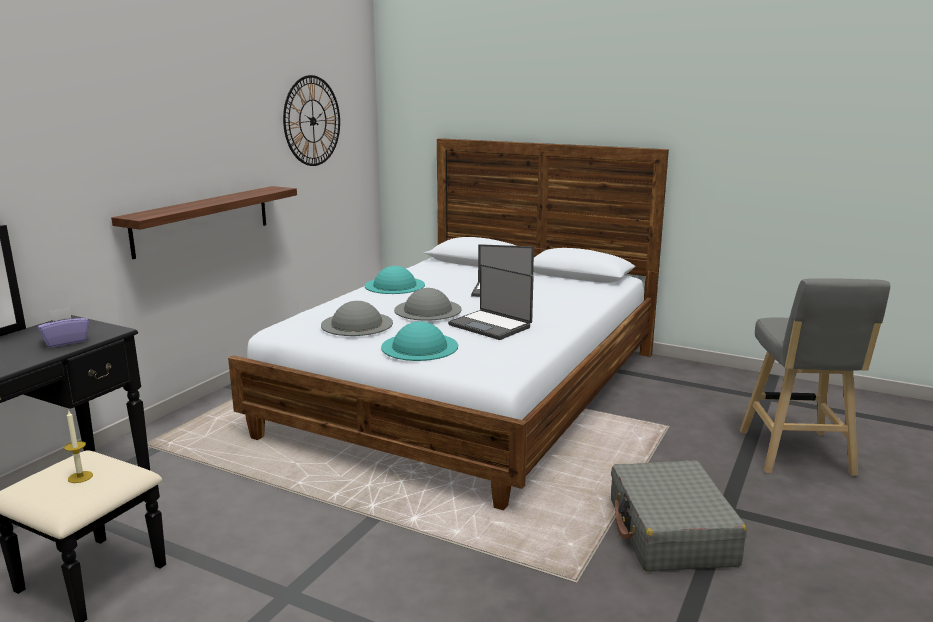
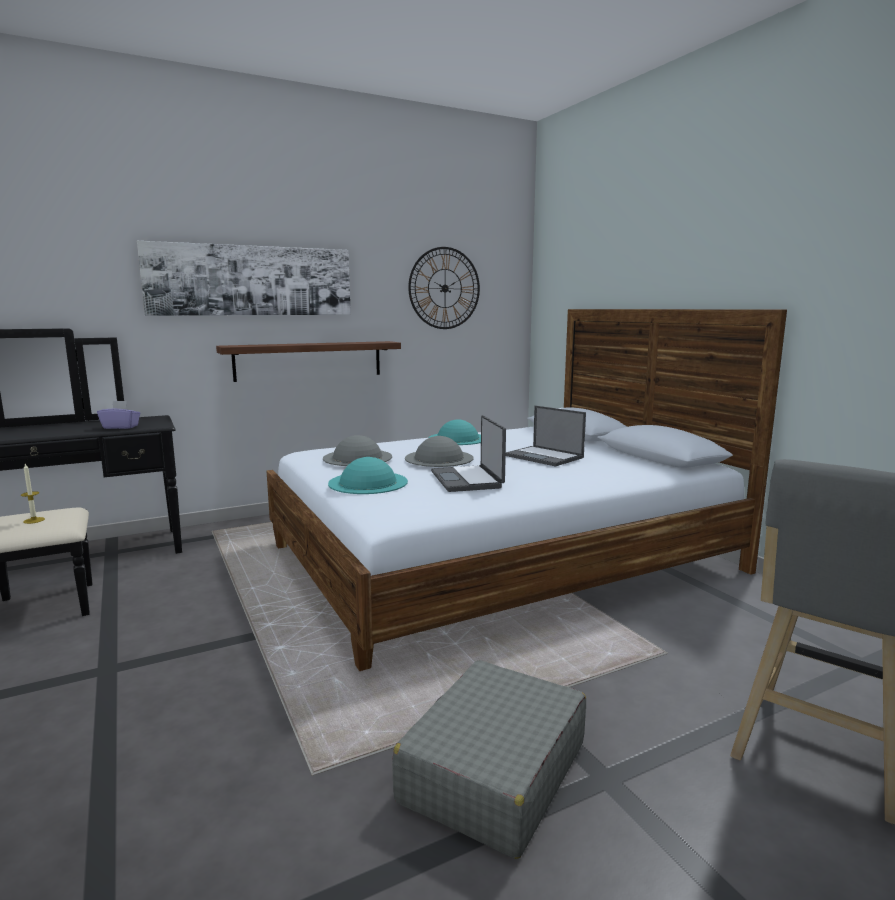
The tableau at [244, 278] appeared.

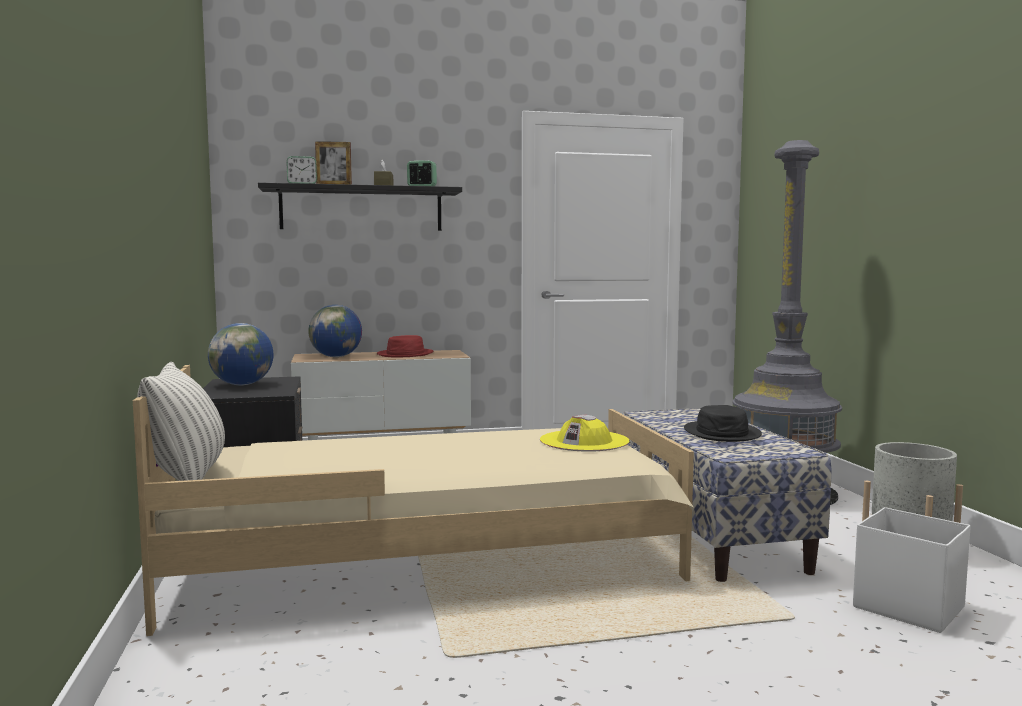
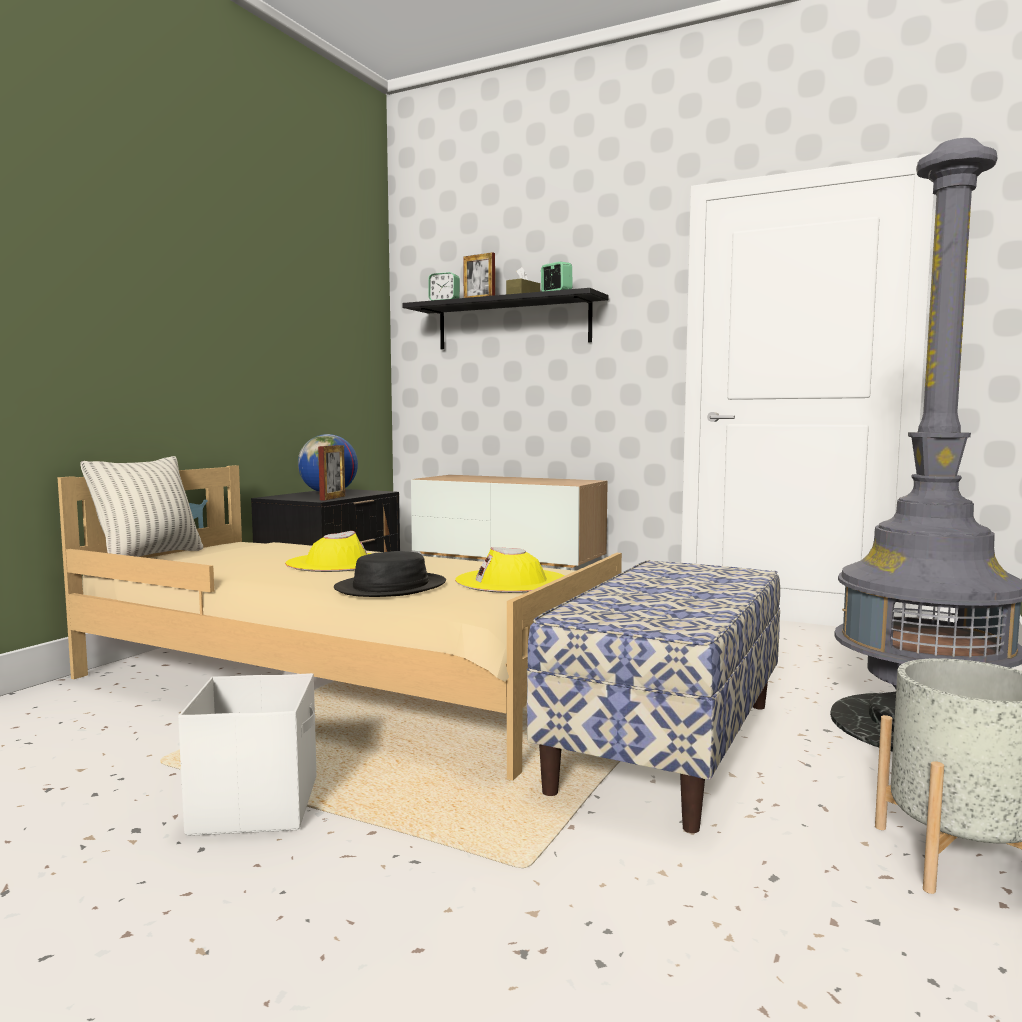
The globe at [335, 331] disappeared.
The chapeau (rouge) at [405, 346] disappeared.
The chapeau (jaune) at [328, 551] appeared.
The cadre photo at [331, 472] appeared.
The chapeau (noir) moved from [723, 423] to [390, 574].
The boîte de rangement (blanc) moved from [912, 570] to [247, 754].

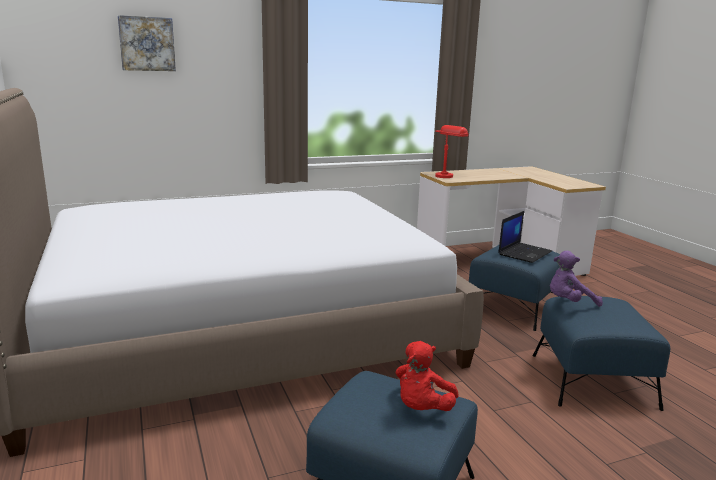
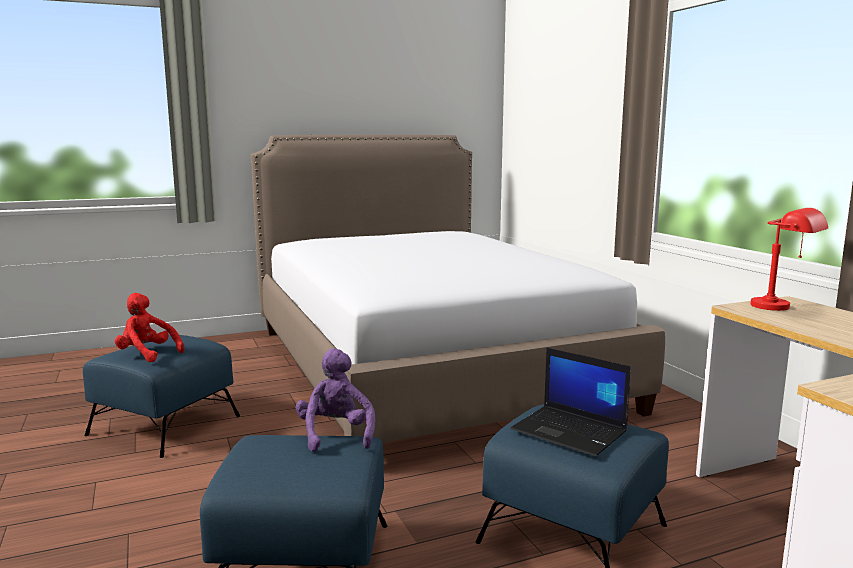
The tableau at [147, 43] disappeared.

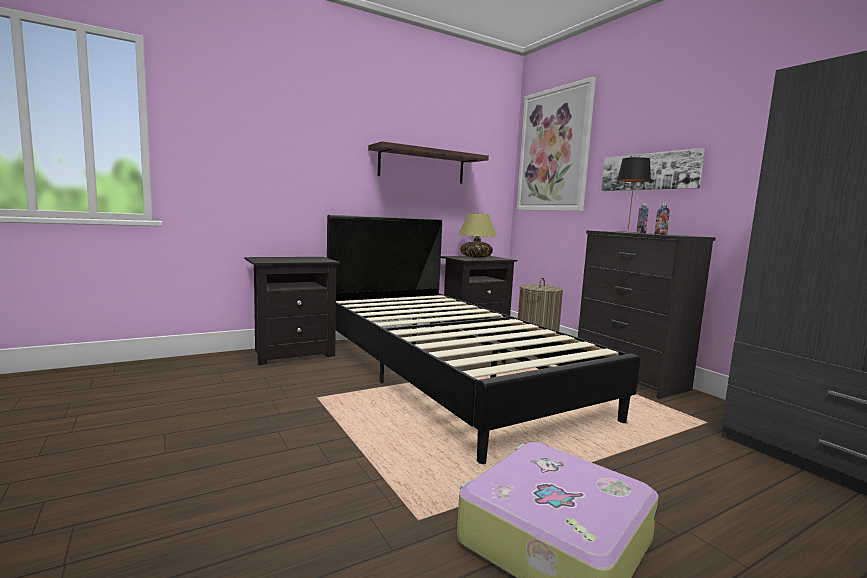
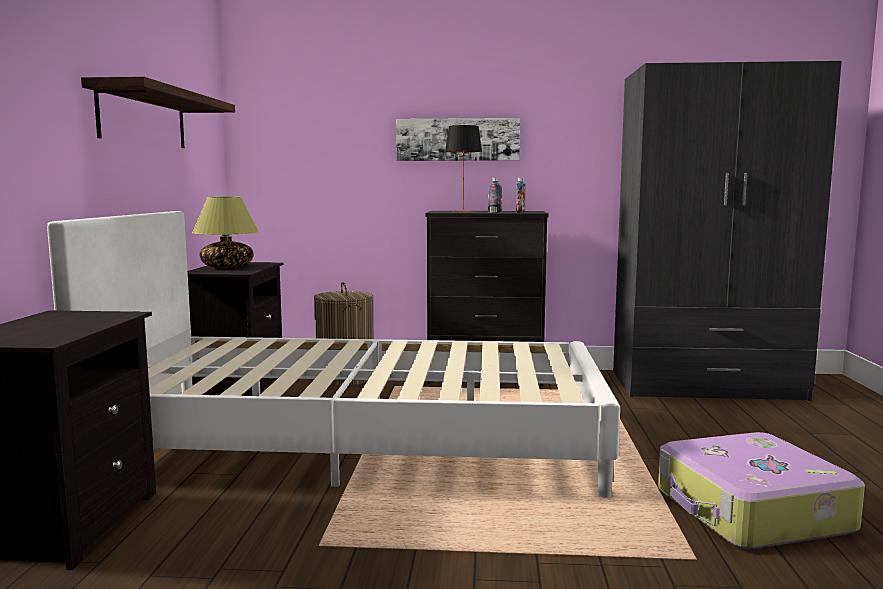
The tableau at [556, 144] disappeared.
The lit (noir) at [483, 339] became the lit (blanc) at [333, 354].

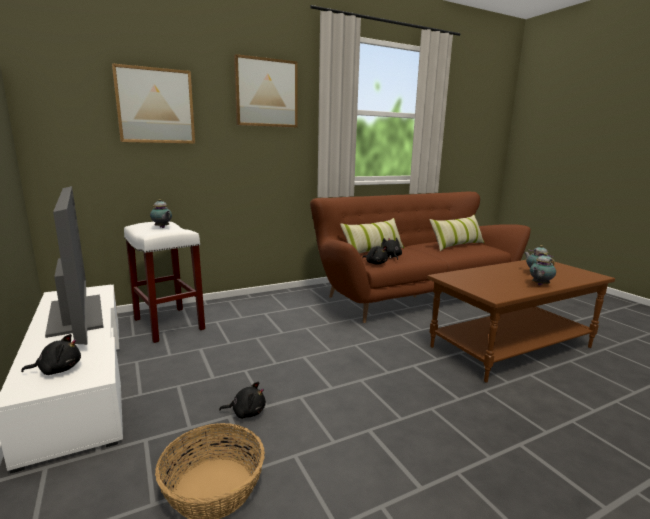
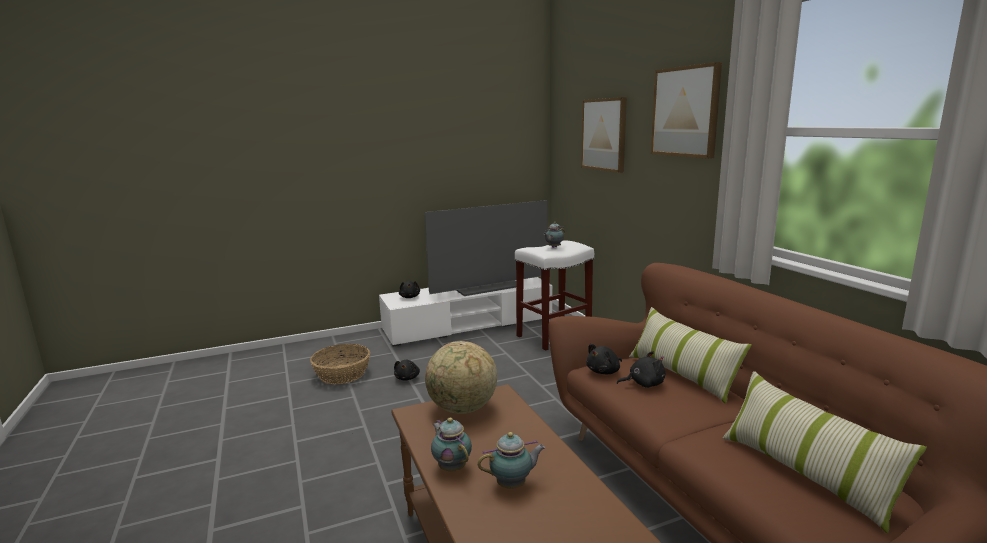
The globe at [461, 377] appeared.

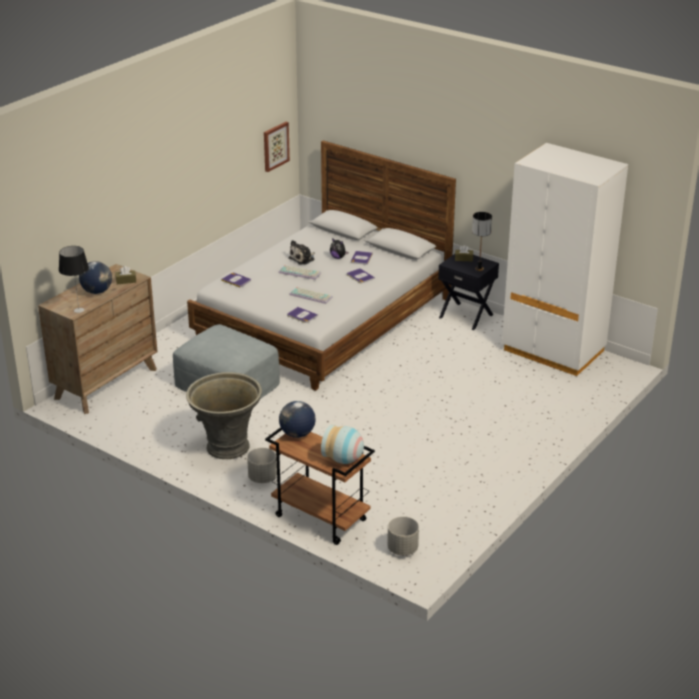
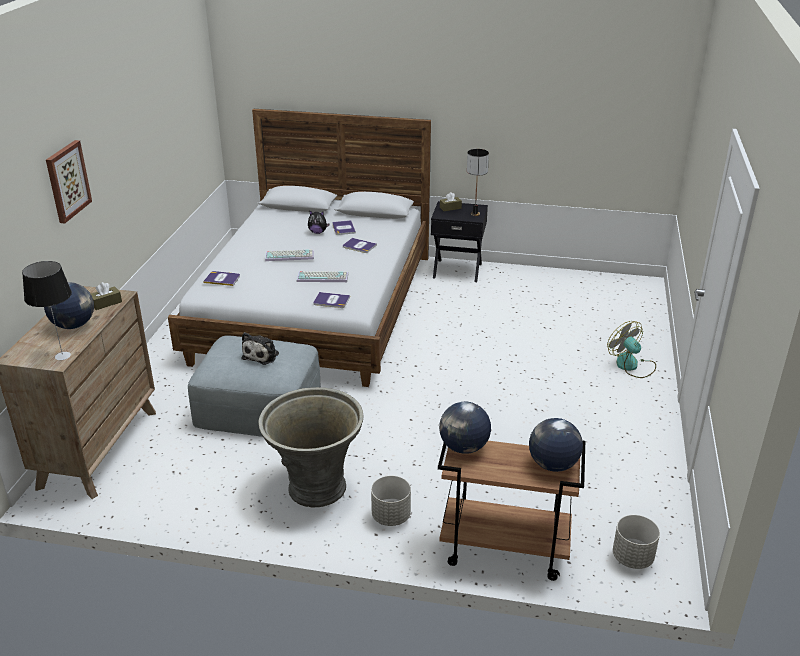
The armoire (blanc) at [565, 259] disappeared.
The ventilateur at [631, 349] appeared.
The tableau moved from [277, 147] to [69, 181].
The peluche moved from [301, 252] to [260, 348].
The vase at [342, 444] was replaced by the globe at [556, 445].

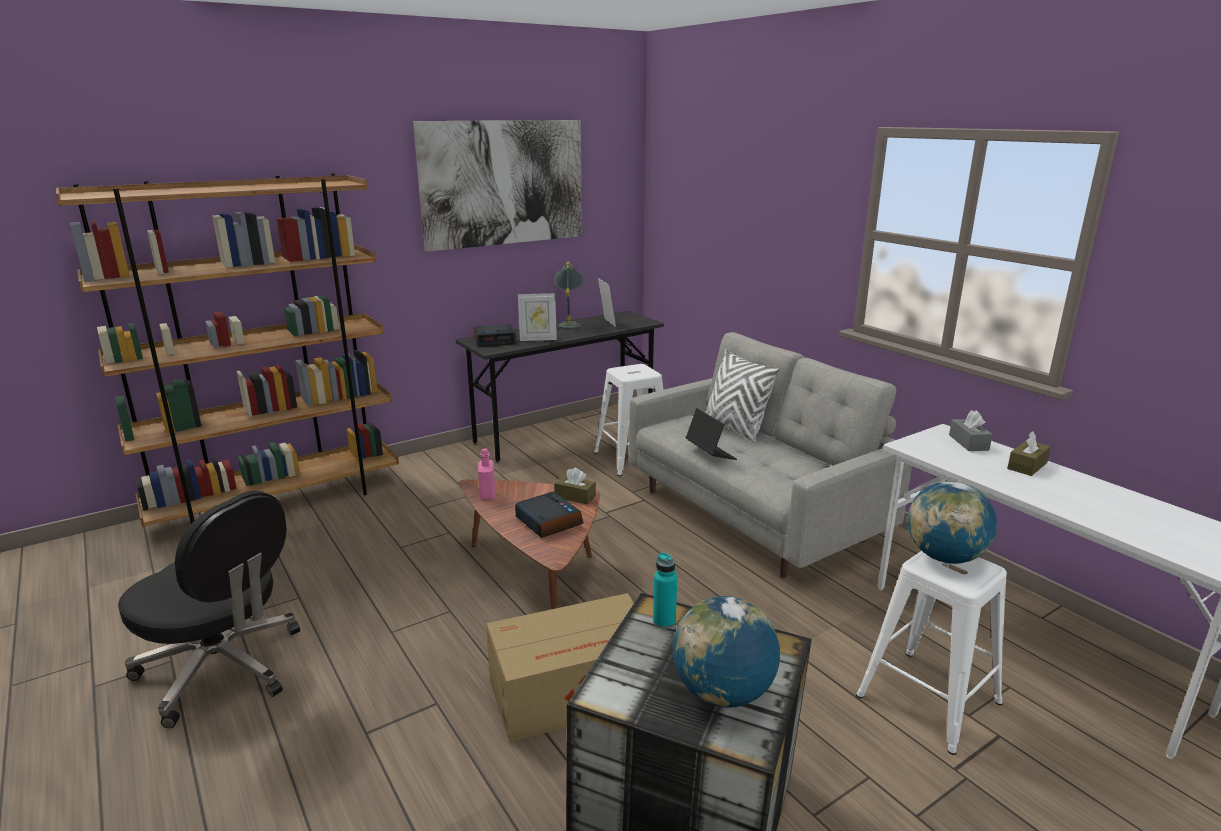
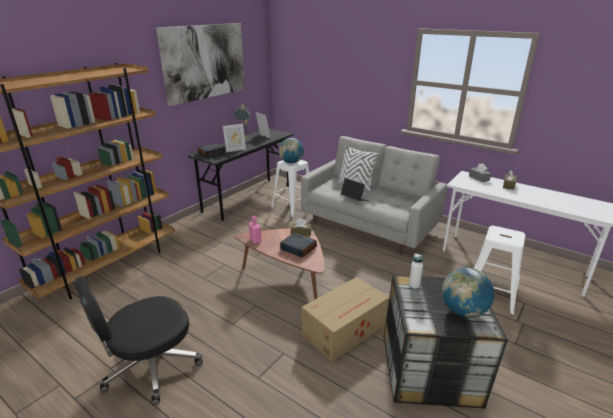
The globe moved from [952, 522] to [291, 151].
The bouteille (turquoise) at [665, 590] became the bouteille (blanc) at [416, 271].
The chaise de bureau (noir) at [209, 609] turned 135 degrees clockwise.

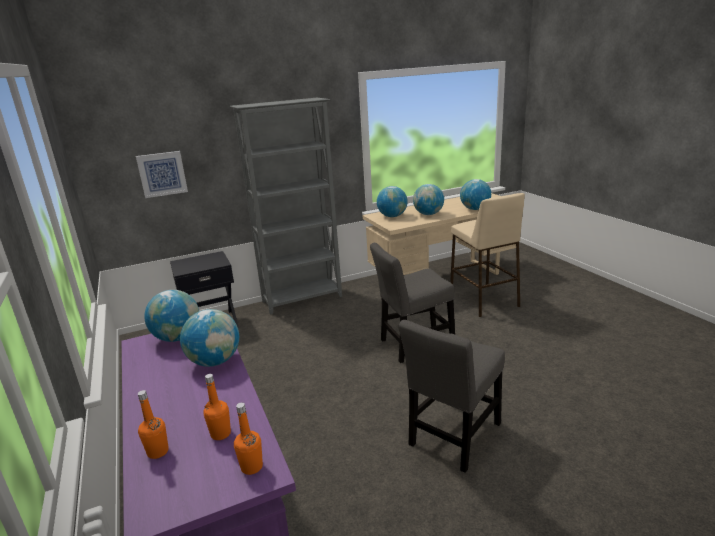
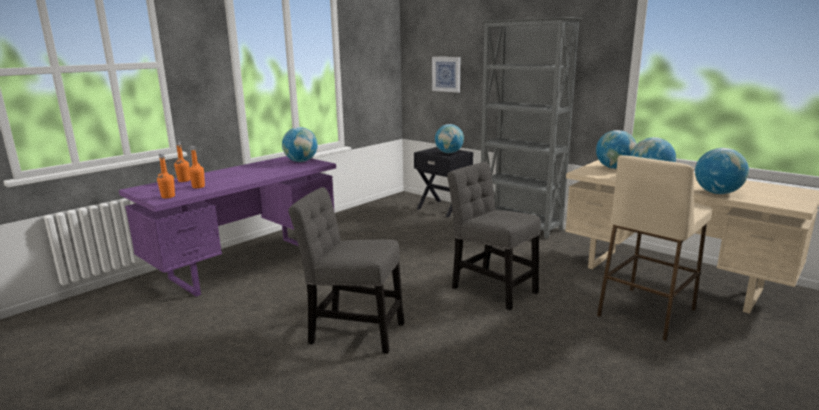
The globe moved from [209, 338] to [449, 138].

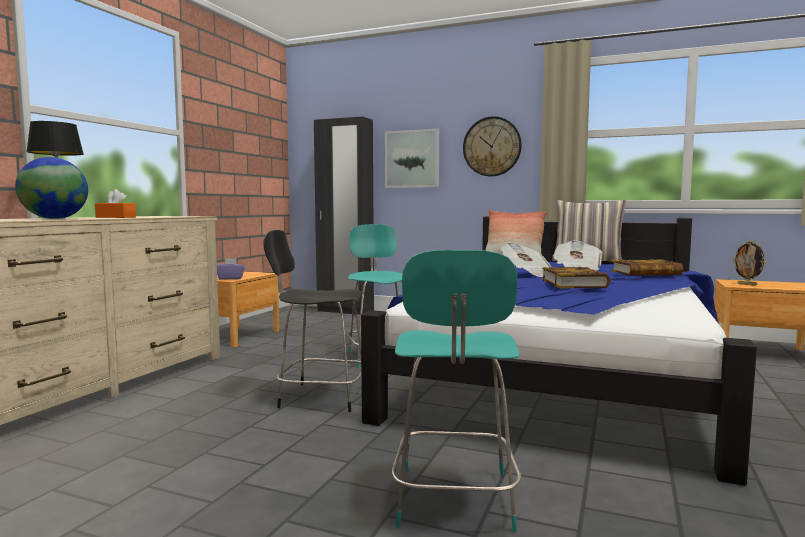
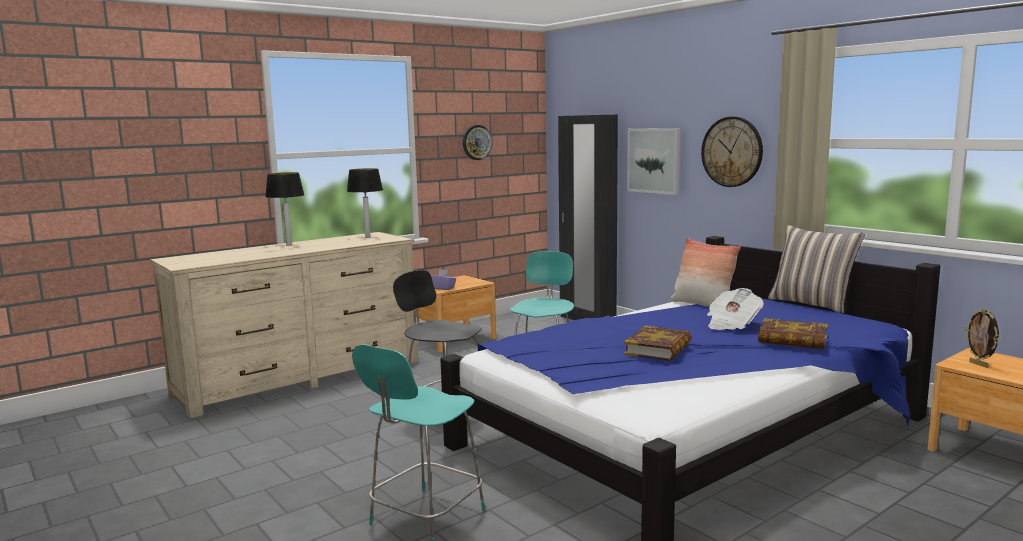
The globe at [51, 188] disappeared.
The boîte à mouchoirs (orange) at [115, 203] disappeared.
The journal at [526, 259] disappeared.
The lampe de table at [365, 203] appeared.
The horloge murale at [478, 142] appeared.

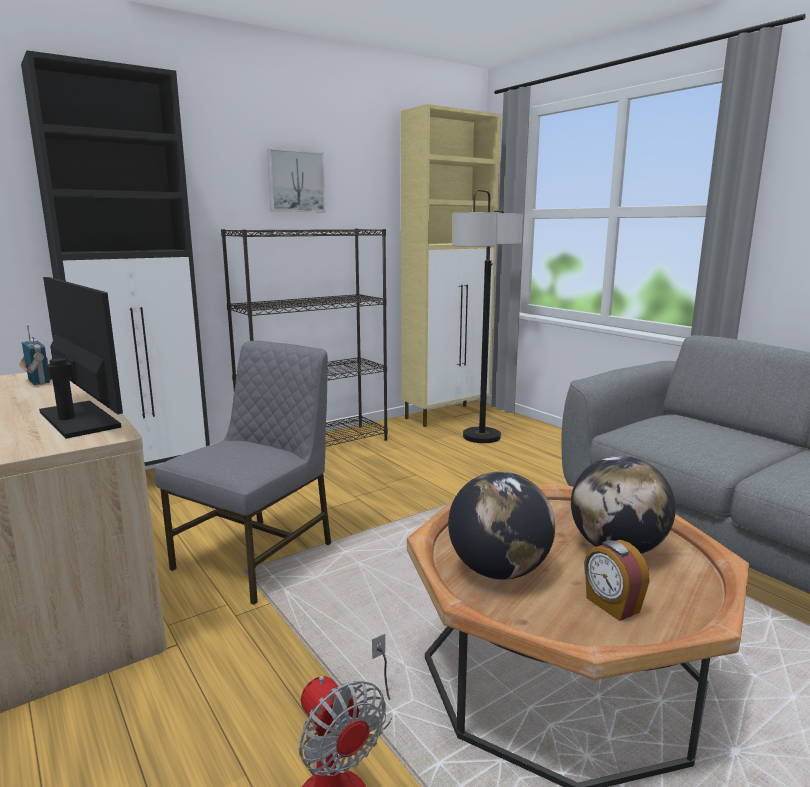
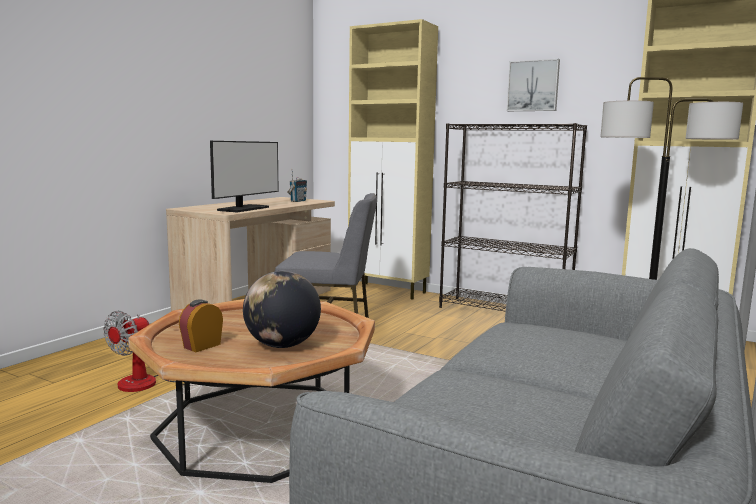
The globe at [501, 525] disappeared.
The meuble de rangement (noir) at [115, 258] became the meuble de rangement (beige) at [393, 159].

